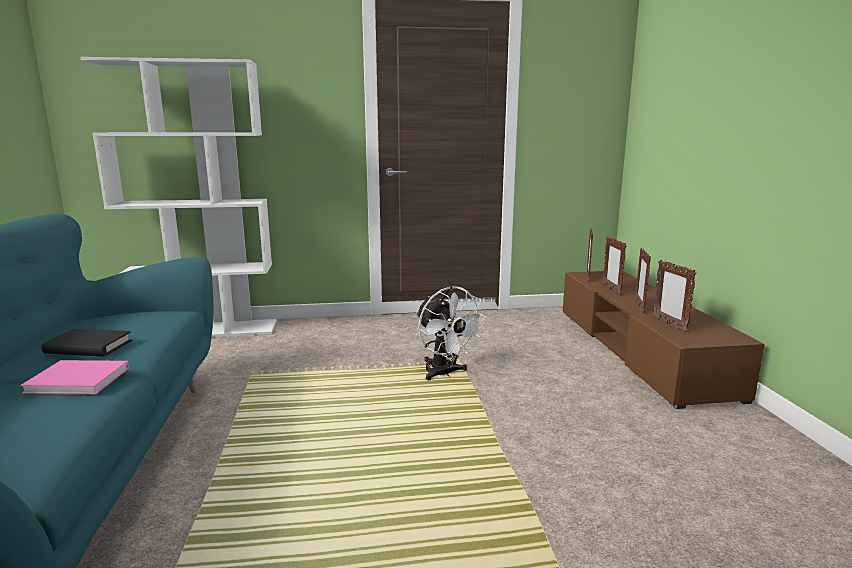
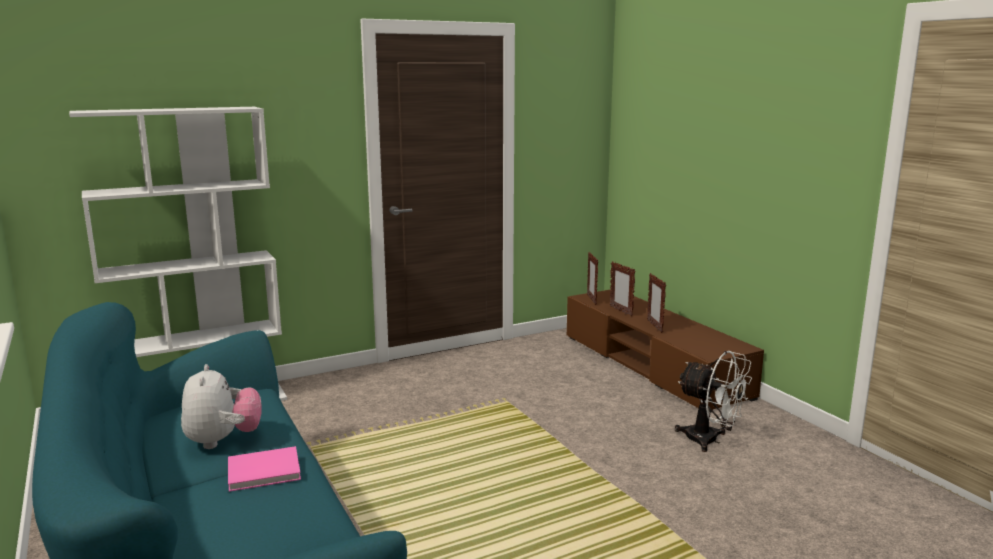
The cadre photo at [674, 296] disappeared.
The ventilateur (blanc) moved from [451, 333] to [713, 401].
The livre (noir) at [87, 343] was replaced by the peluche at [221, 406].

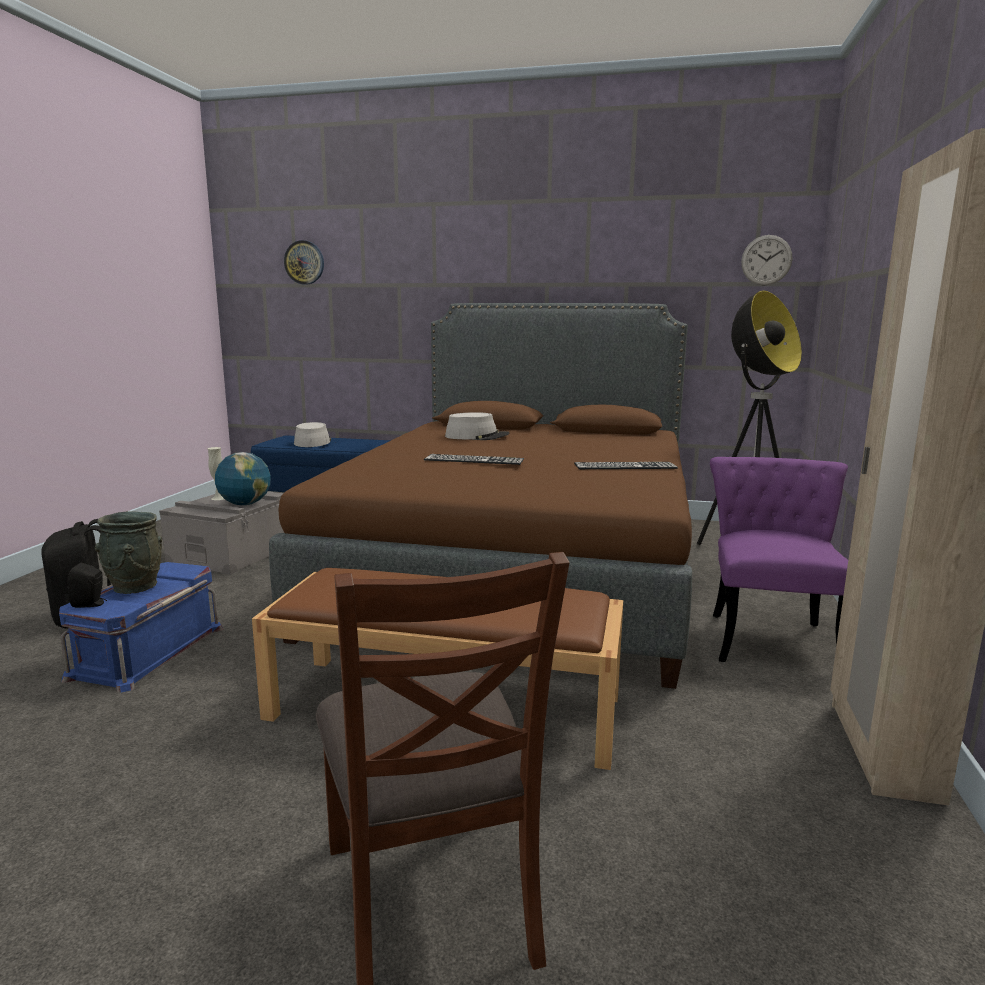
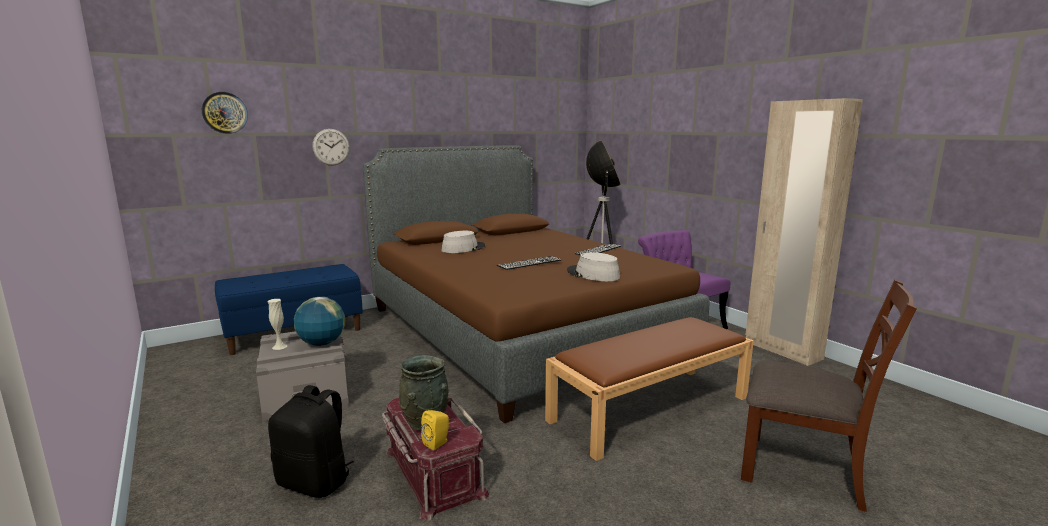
The chapeau (gris) moved from [312, 434] to [593, 266].
The horloge murale moved from [766, 260] to [331, 147].
The boîte de rangement (bleu) at [141, 627] became the boîte de rangement (rouge) at [435, 459].
The enceinte (noir) at [87, 585] became the enceinte (jaune) at [435, 430].

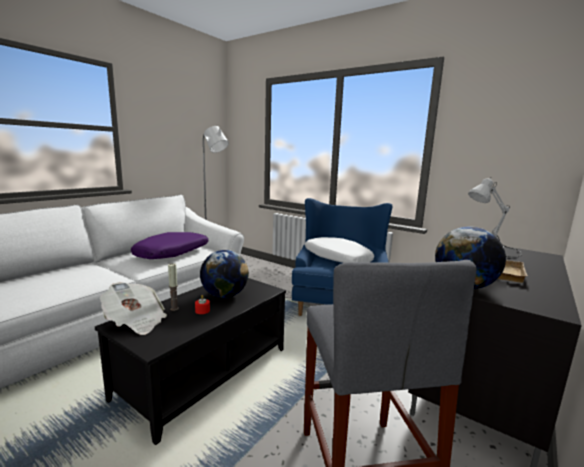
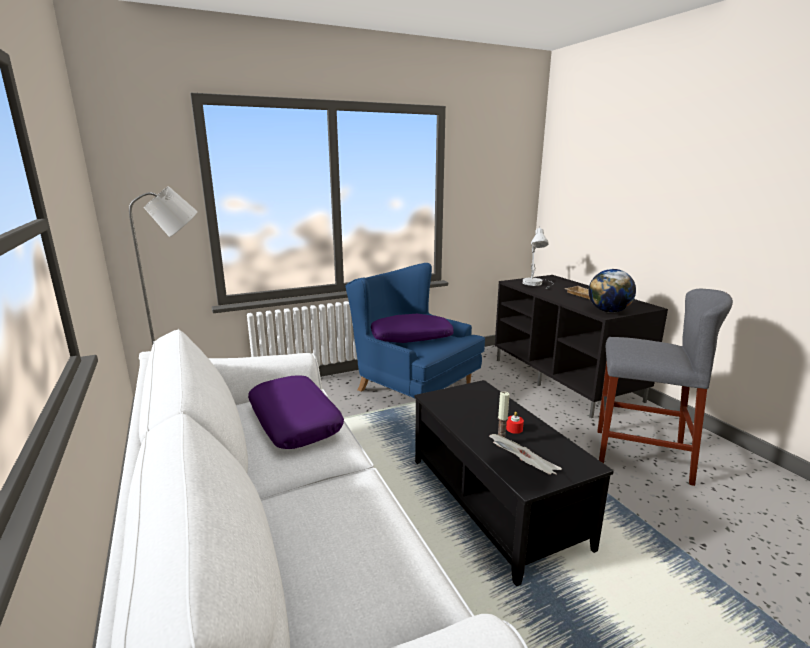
The globe at [224, 274] disappeared.
The coussin (blanc) at [339, 250] became the coussin (violet) at [412, 328].

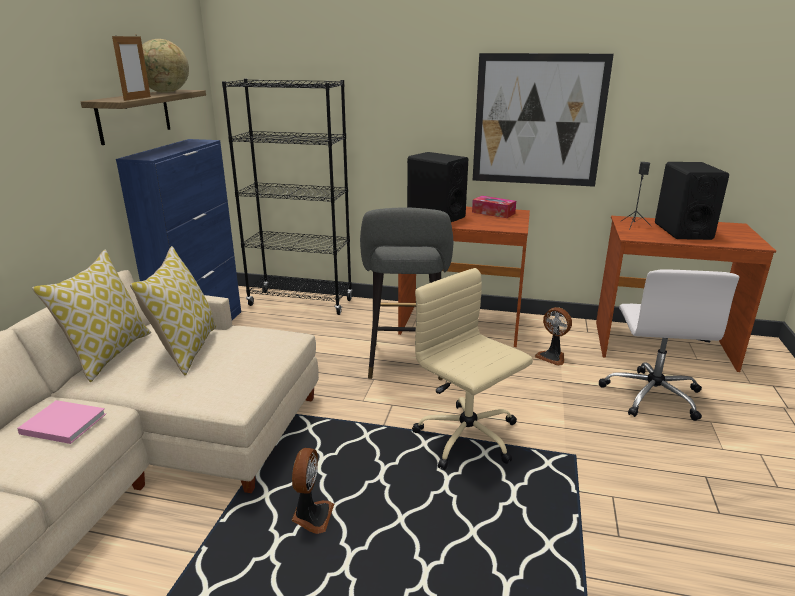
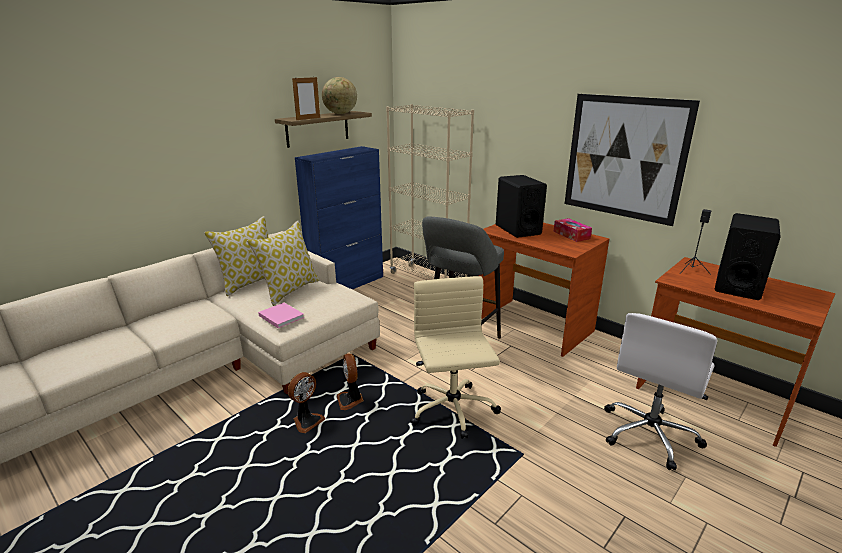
The livre (rose) moved from [61, 422] to [281, 315].
The ventilateur moved from [553, 336] to [350, 381].
The bibliothèque (noir) at [287, 197] became the bibliothèque (beige) at [430, 191].

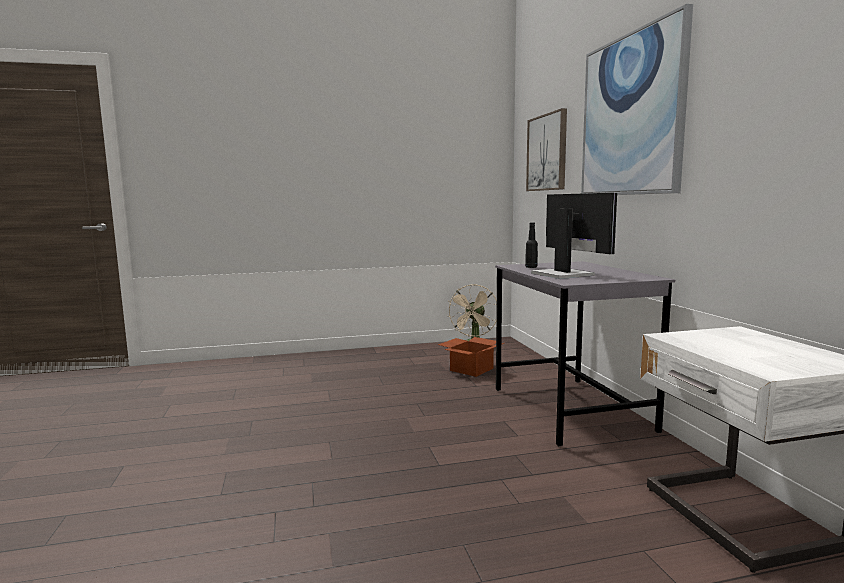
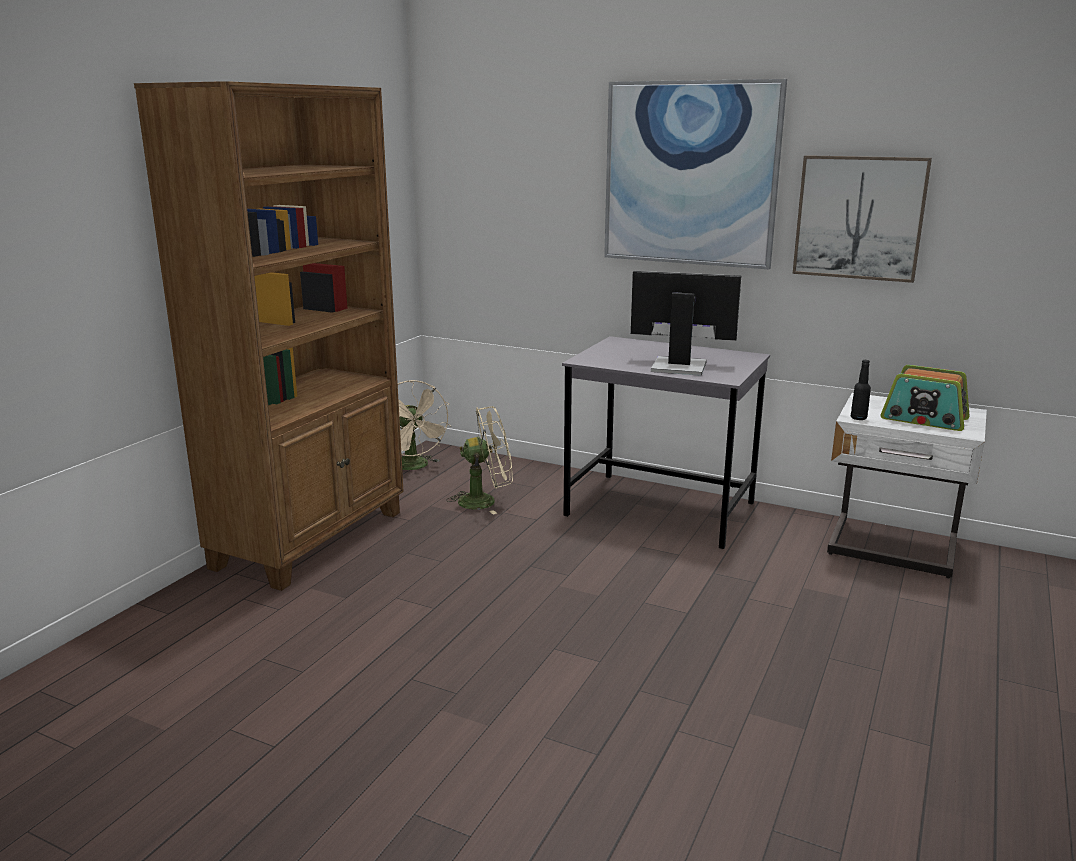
The bibliothèque (marron) at [269, 336] appeared.
The radio at [925, 398] appeared.
The bouteille (noir) moved from [531, 245] to [861, 390].
The tableau moved from [546, 149] to [862, 219].
The carton at [471, 357] was replaced by the ventilateur (beige) at [479, 460].

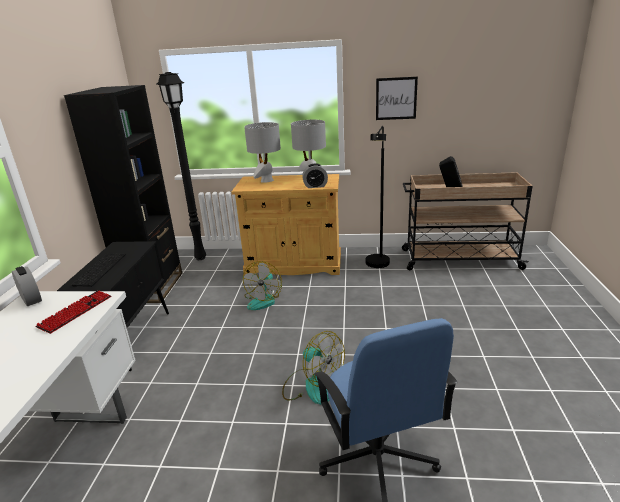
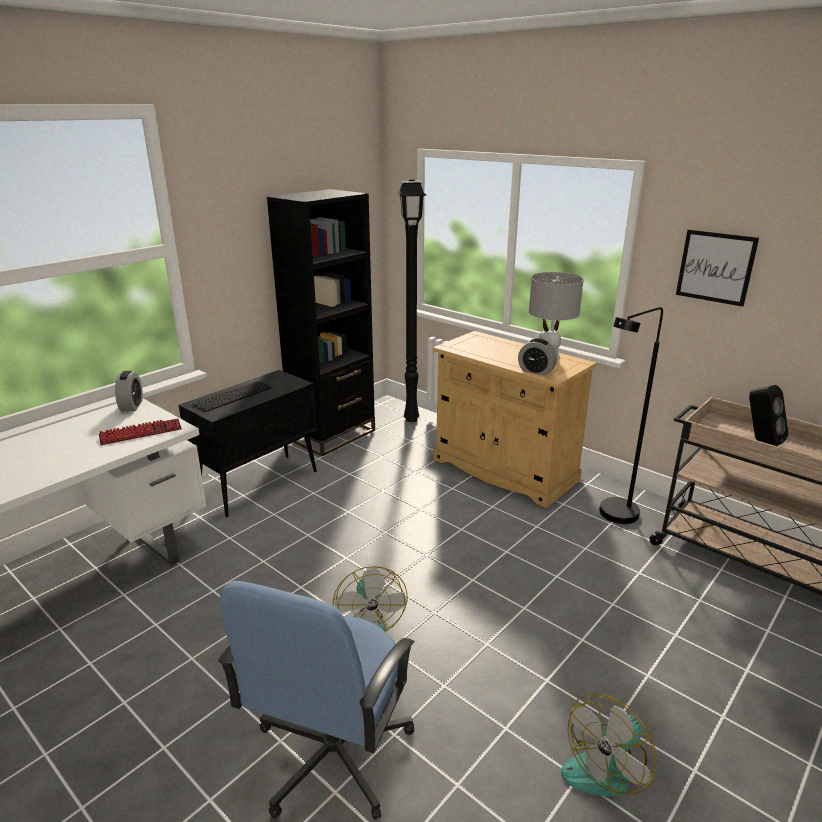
The lampe de table (gris) at [262, 152] disappeared.
The ventilateur moved from [262, 285] to [608, 745].

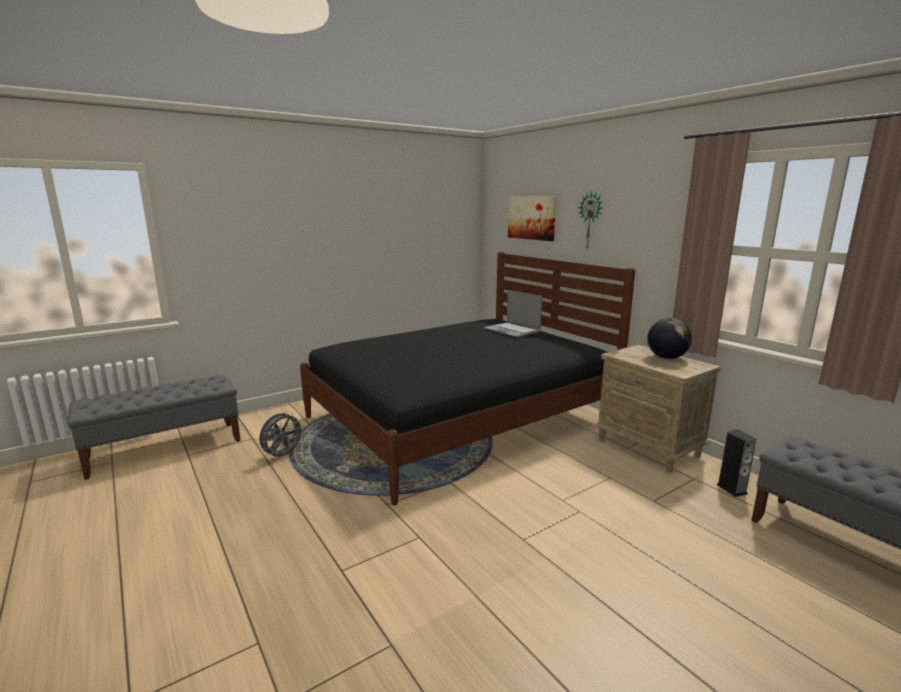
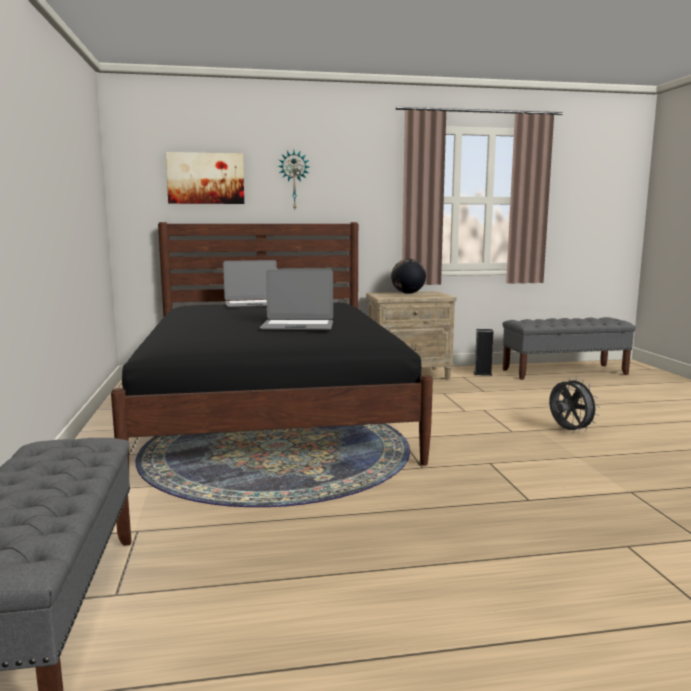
The ordinateur portable at [296, 300] appeared.
The ventilateur (gris) moved from [282, 436] to [574, 404].

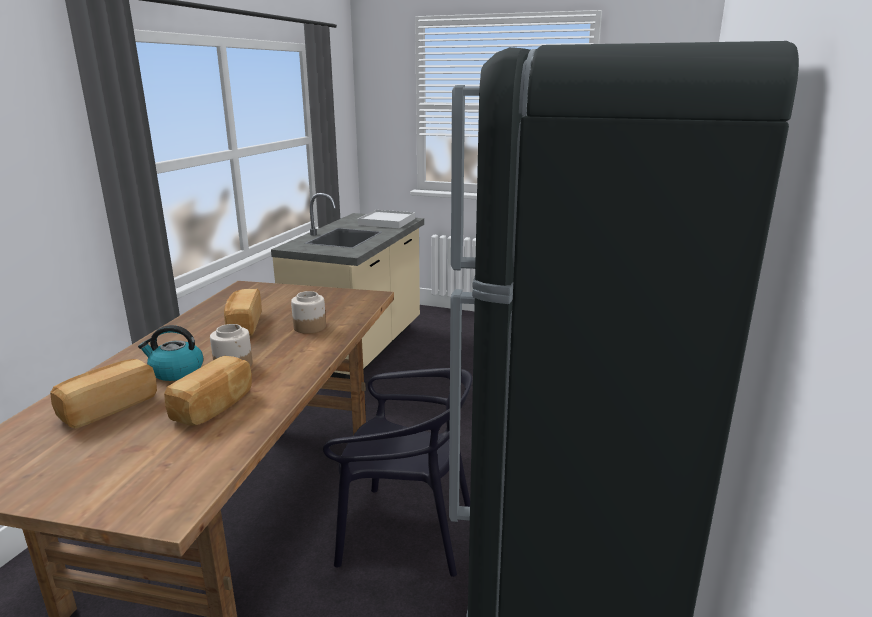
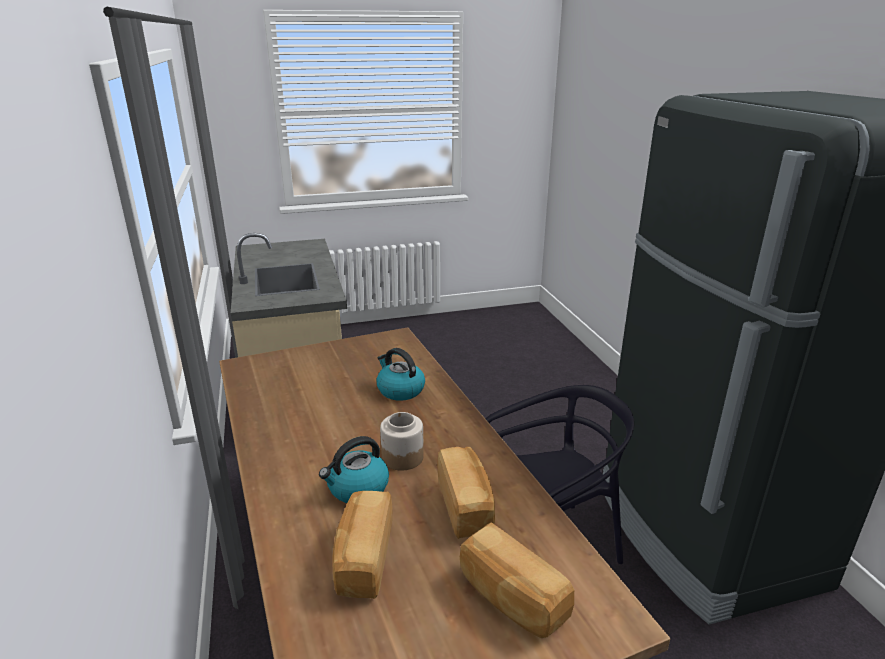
The plateau (blanc) at [386, 219] disappeared.
The pain moved from [243, 312] to [517, 580].
The bocal at [308, 312] was replaced by the bouilloire at [400, 374].

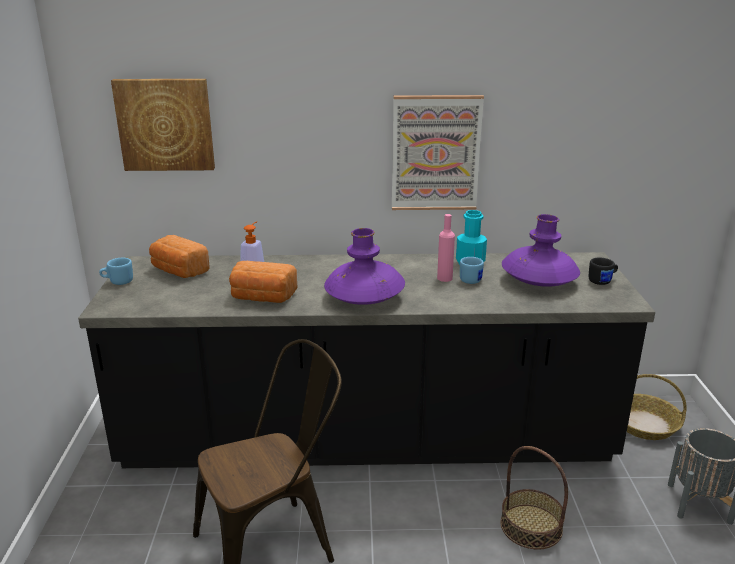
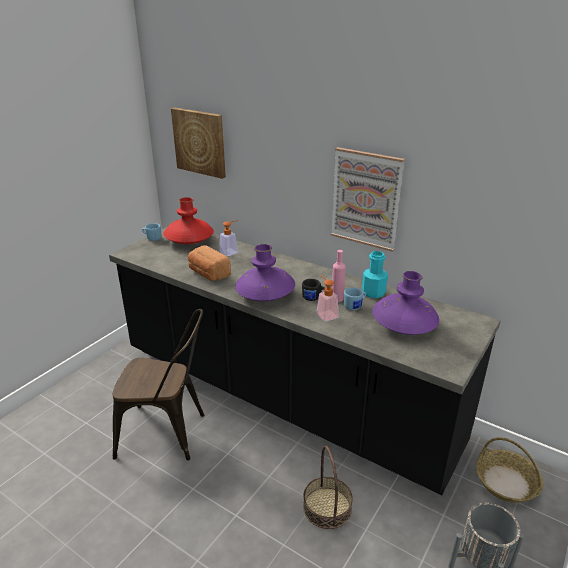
The distributeur de savon at [327, 298] appeared.
The mug (noir) moved from [603, 271] to [313, 290].
The pain at [179, 256] was replaced by the vase (rouge) at [188, 220].

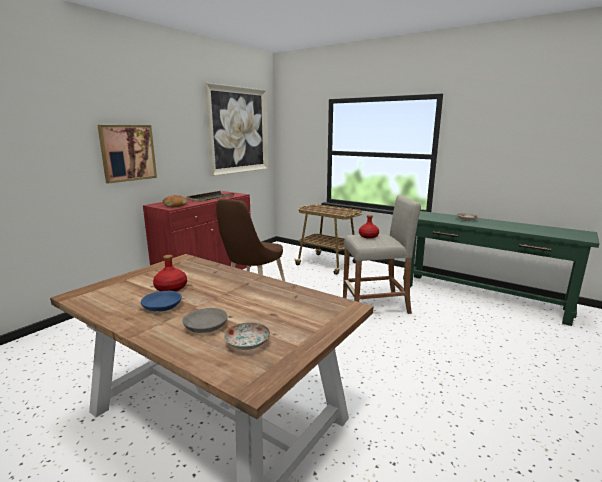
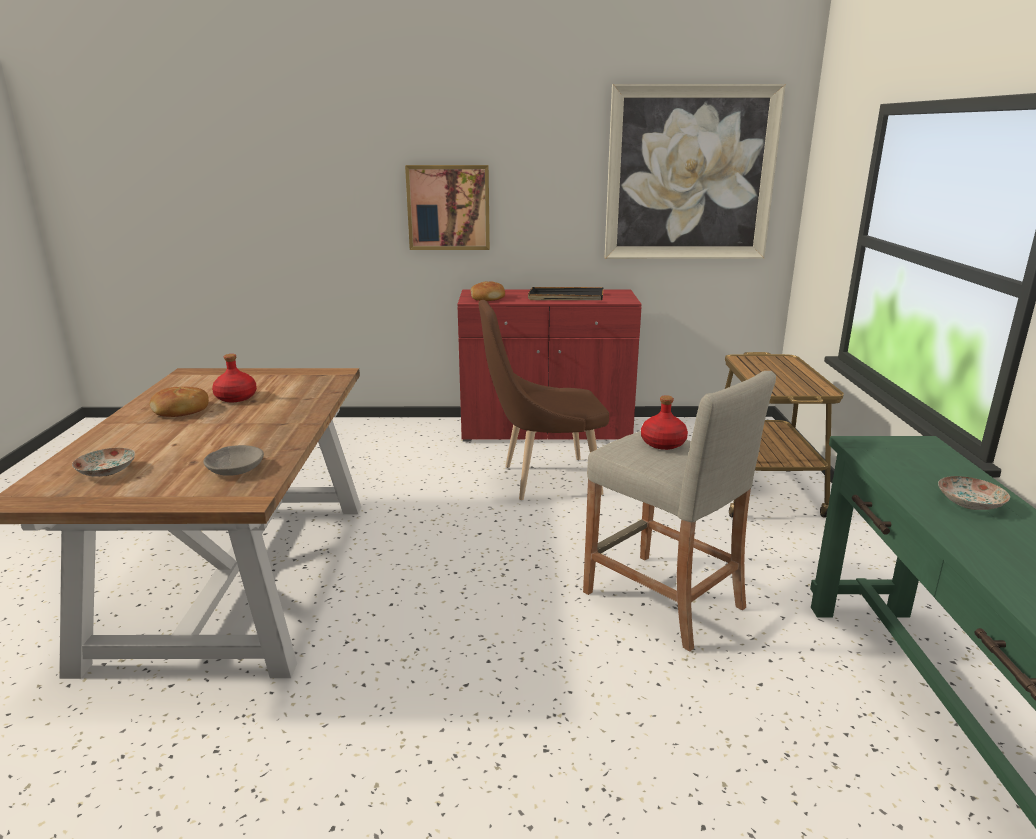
The bol (gris) moved from [205, 320] to [233, 460].
The bol (bleu) at [161, 301] was replaced by the pain at [179, 402].

